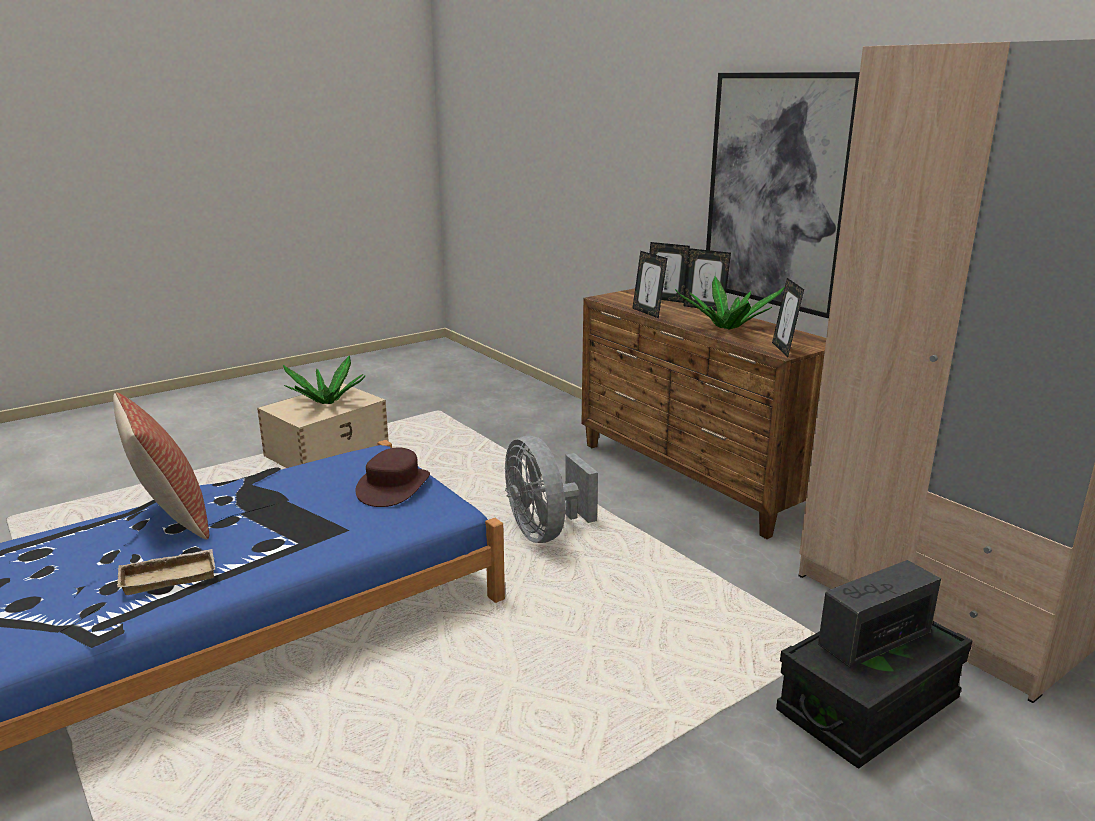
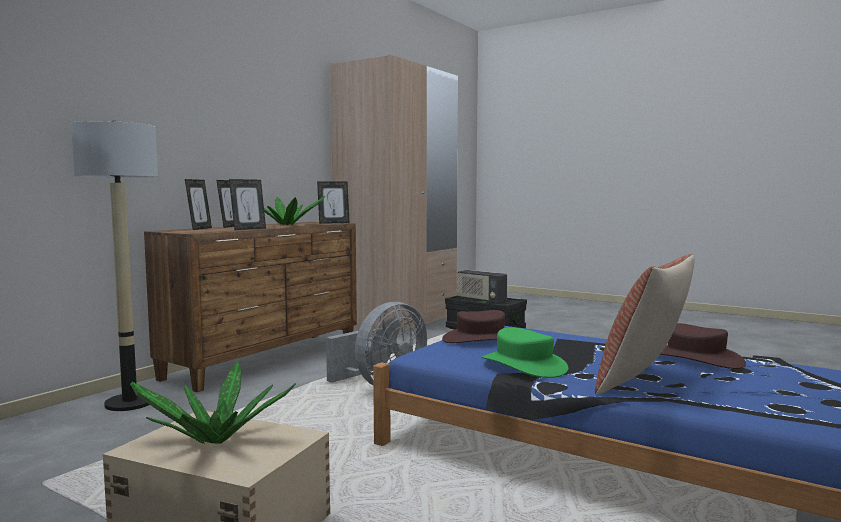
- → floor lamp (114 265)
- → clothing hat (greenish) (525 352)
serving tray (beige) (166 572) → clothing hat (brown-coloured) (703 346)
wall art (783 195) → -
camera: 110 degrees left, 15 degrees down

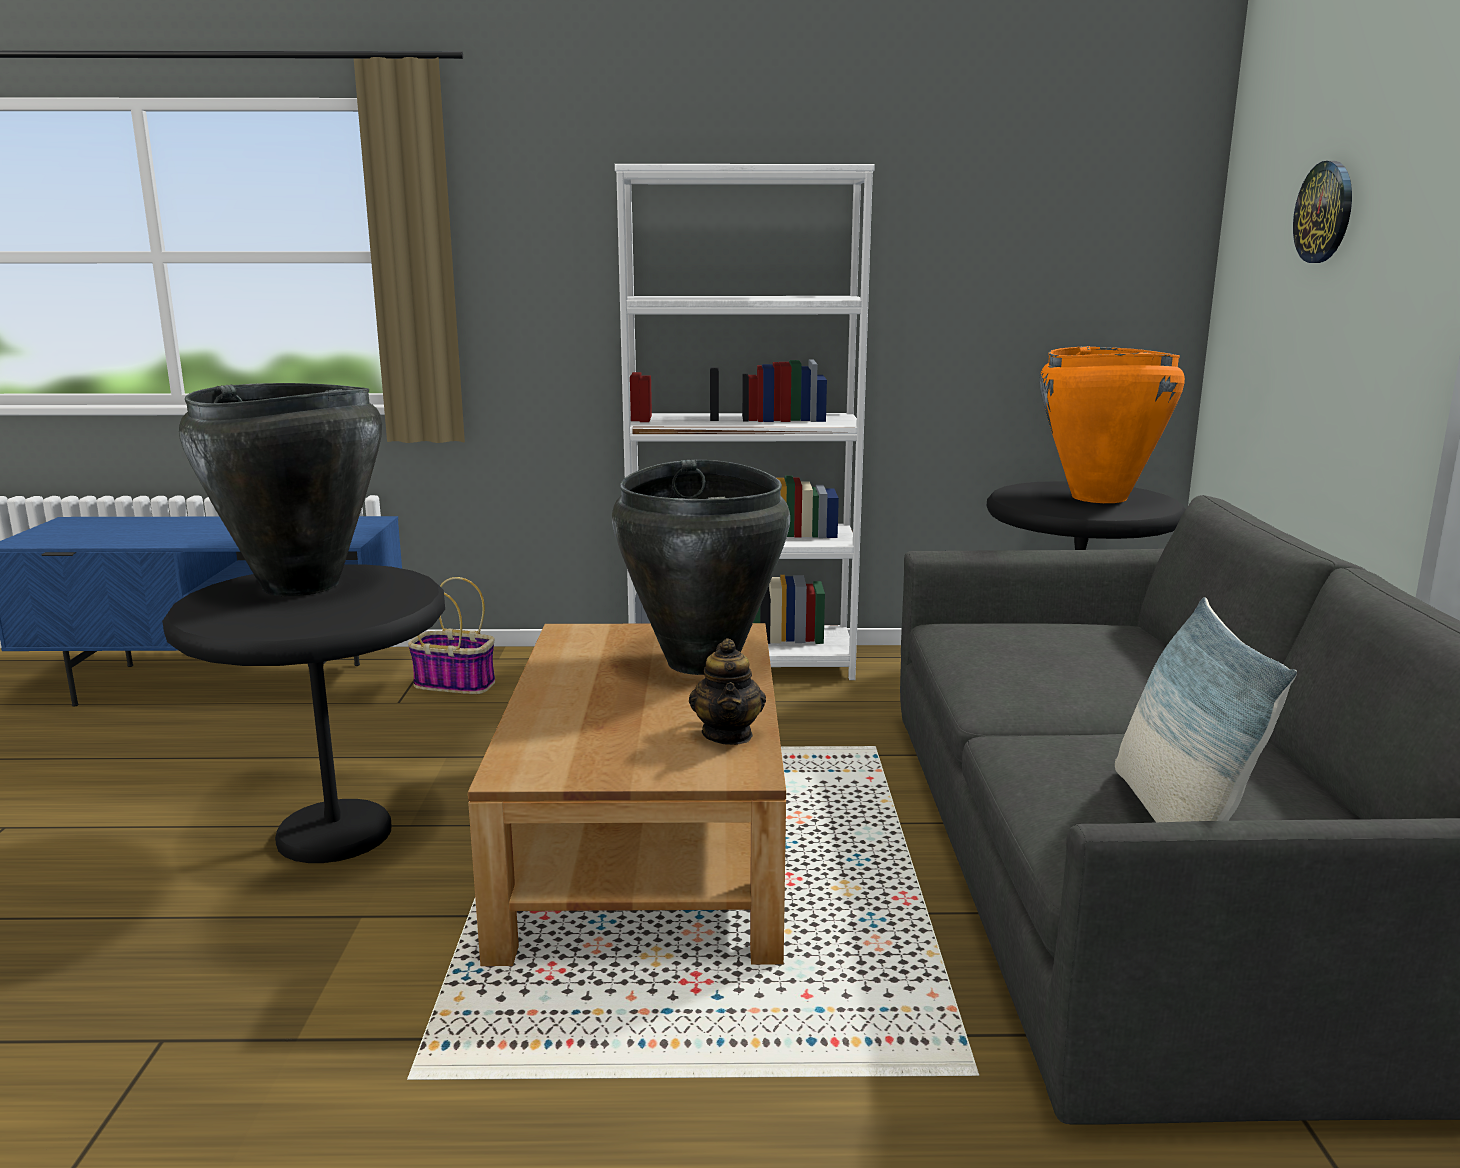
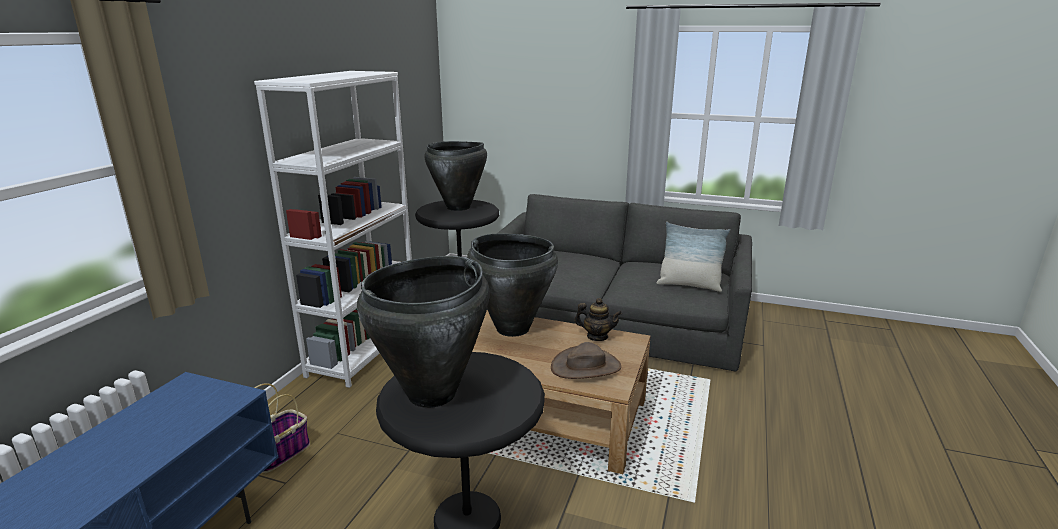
vase (orange-coloured) (1112 424) → vase (black-coloured) (455 176)
- → clothing hat (brown-coloured) (586 360)
clock on the wall (1322 212) → -
camera: 70 degrees left, 5 degrees up

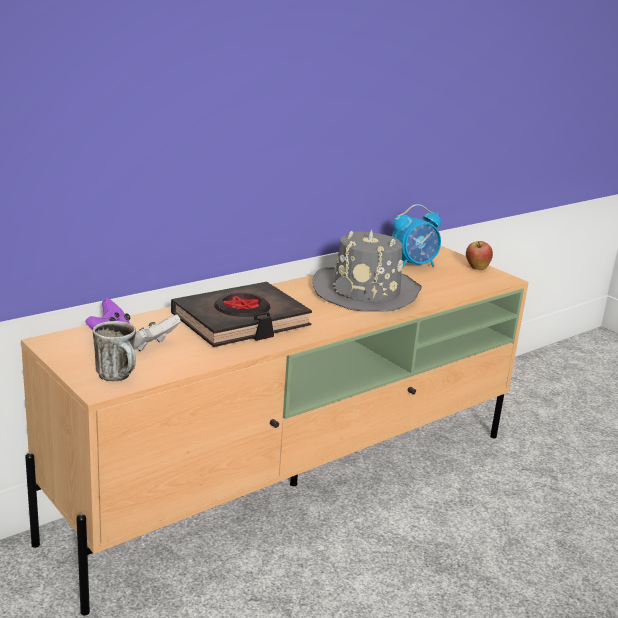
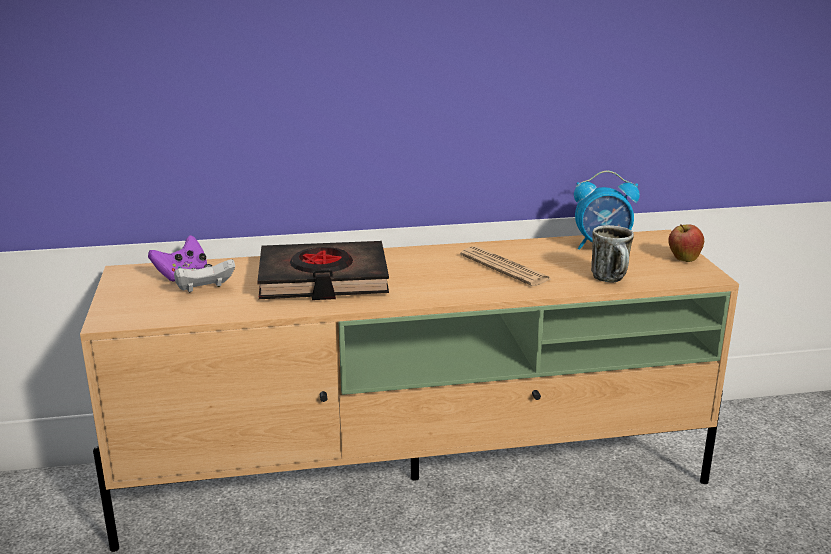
clothing hat (grey) (367 270) → newspaper (505 266)
tea mug (114 351) → tea mug (612 253), moved
camera: 30 degrees right, 0 degrees up

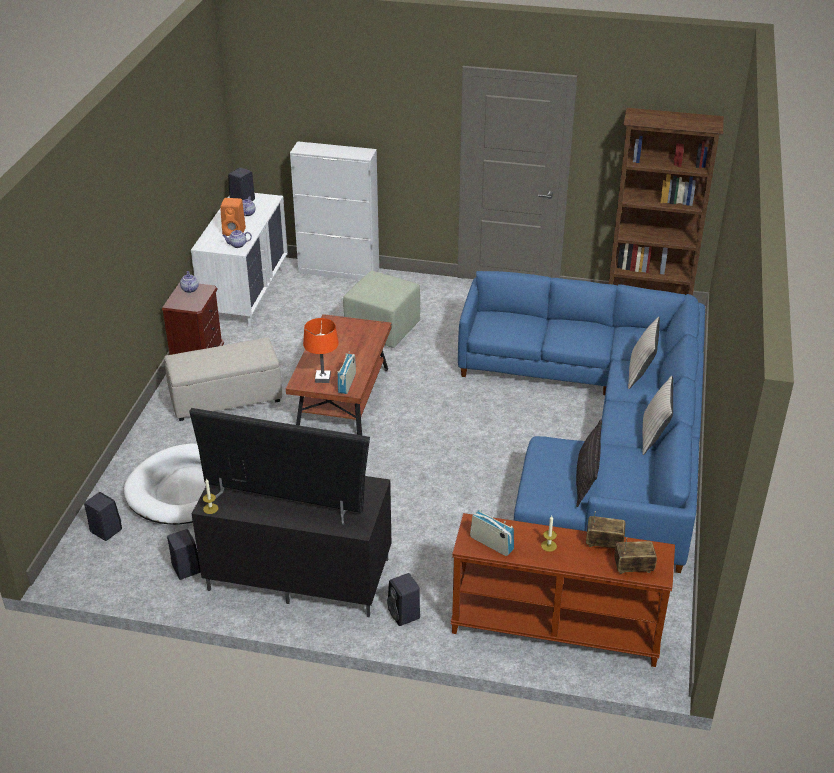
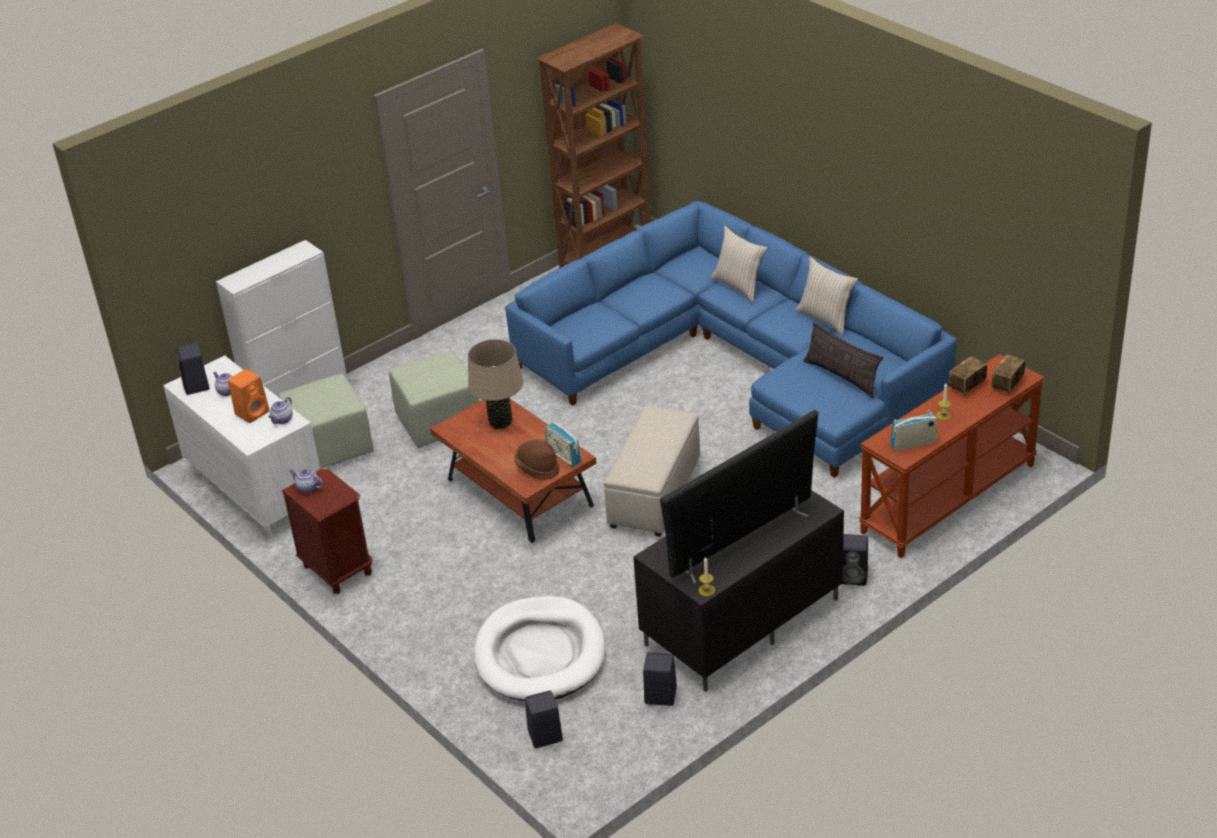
- → footrest (greenish) (326 421)
- → tabletop lamp (beige) (495 384)
tabletop lamp (orange-coloured) (321 350) → clothing hat (brown-coloured) (536 460)
footrest (beige) (223 379) → footrest (beige) (652 471), moved
camera: 50 degrees left, 0 degrees up

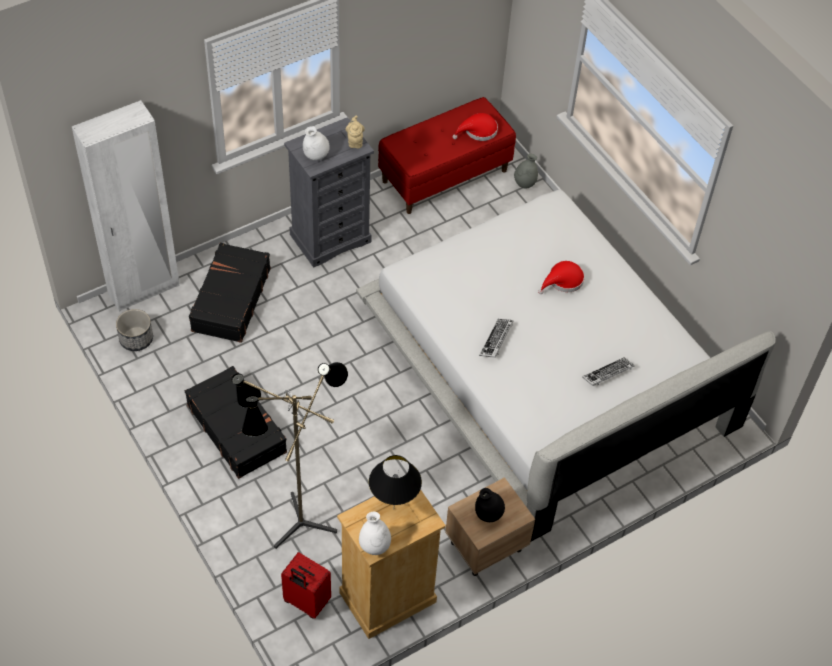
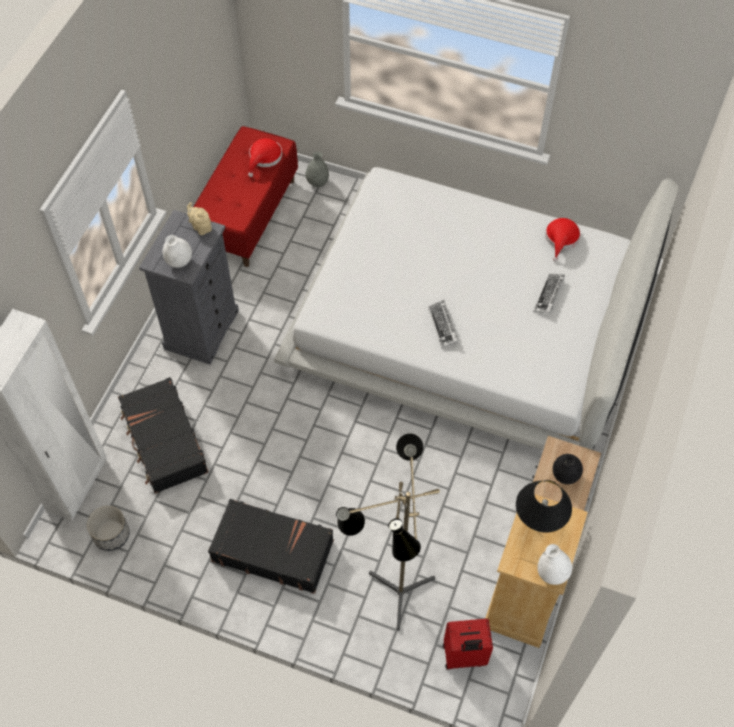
clothing hat (red-coloured) (561 277) → clothing hat (red-coloured) (563 240), moved
camera: 35 degrees left, 5 degrees up

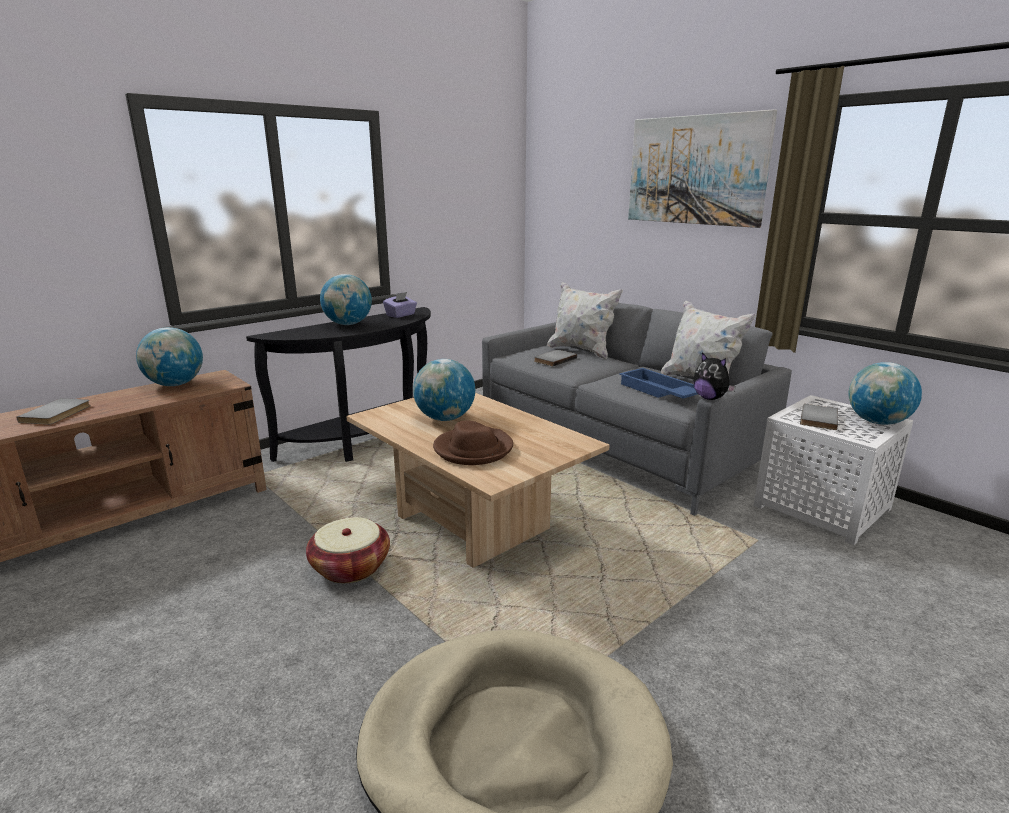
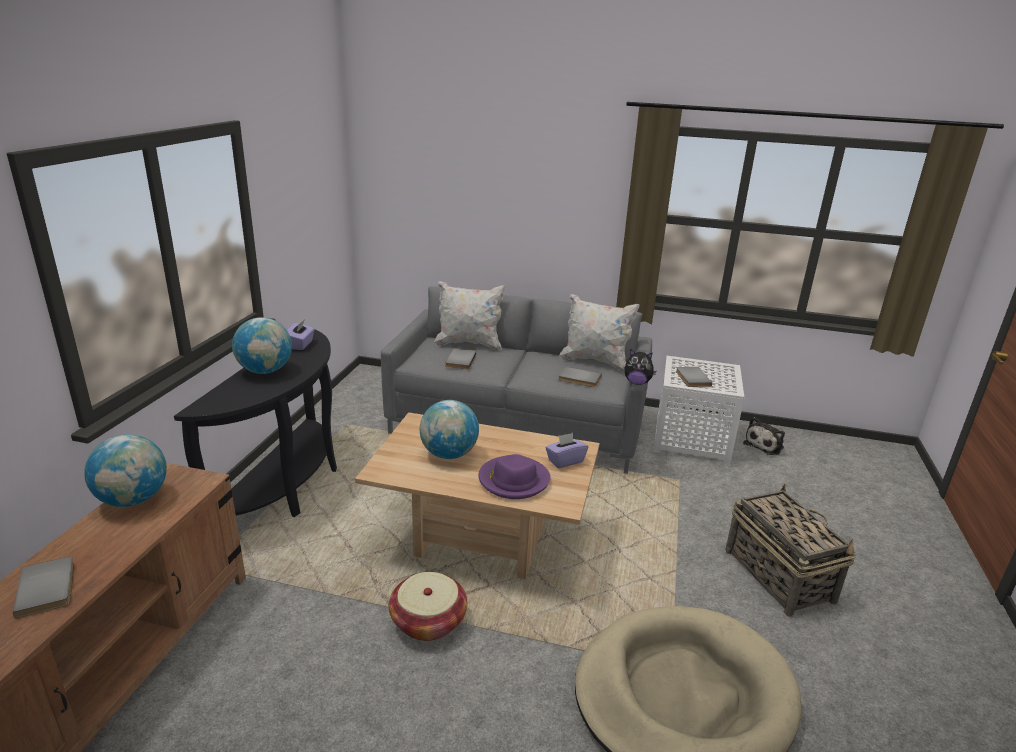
clothing hat (brown-coloured) (473 442) → clothing hat (purplish) (514 476)
- → box of tissues (purplish) (566 450)
serving tray (bluish) (658 383) → bound book (grey) (580 377)
- → household basket (791 550)
- → soft toy (764 436)
wall art (702 169) → -
desk globe (885 393) → -
camera: 35 degrees left, 5 degrees up

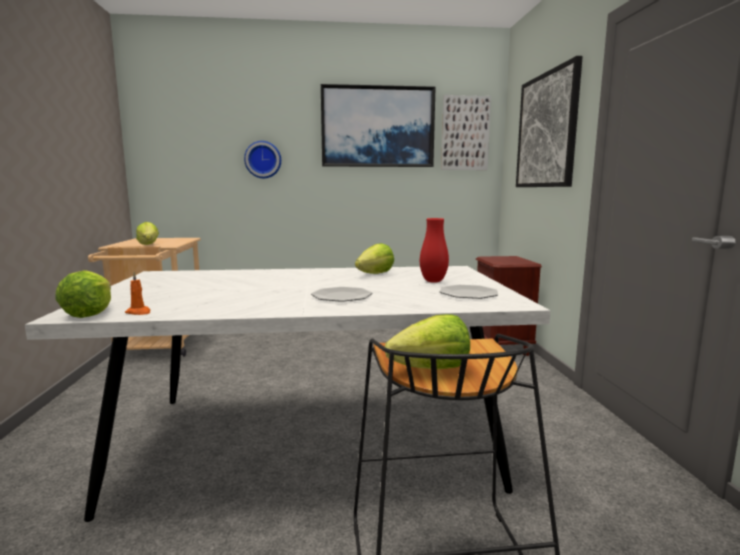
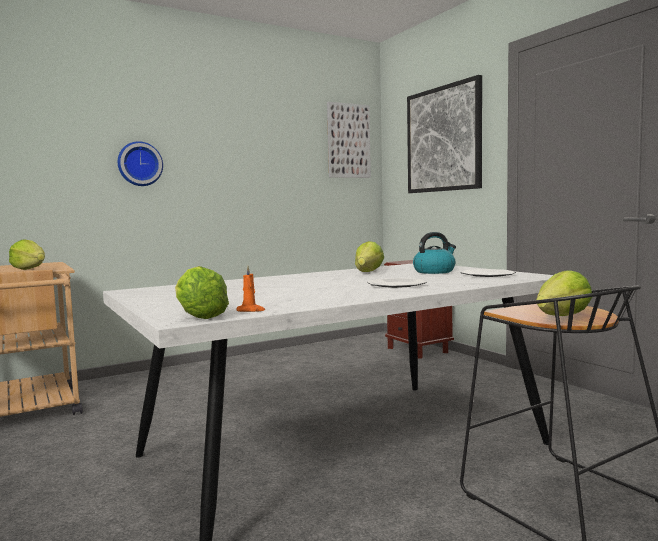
vase (red-coloured) (434 250) → tea kettle (434 253)
wall art (378 125) → -
camera: 25 degrees left, 5 degrees down

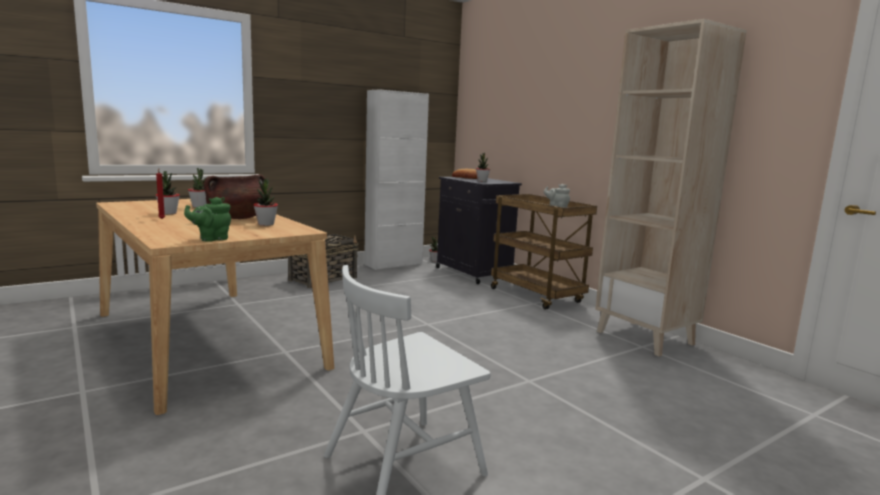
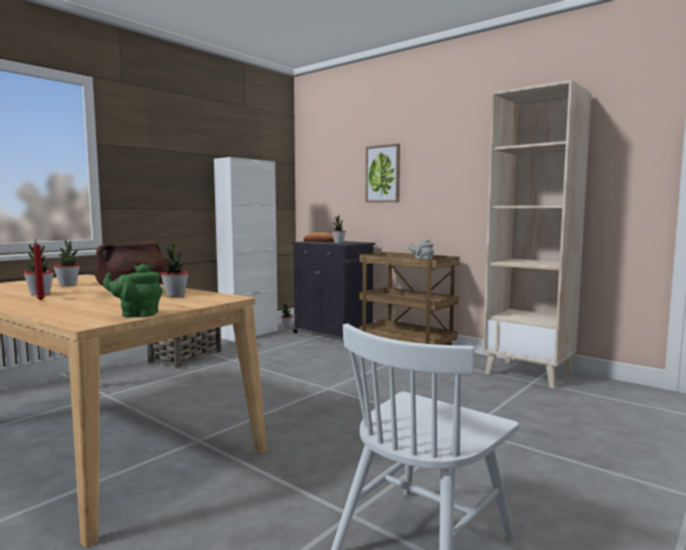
teapot (greenish) (207 219) → teapot (greenish) (132 290), 45 degrees clockwise
- → wall art (383 173)
camera: 15 degrees left, 5 degrees down

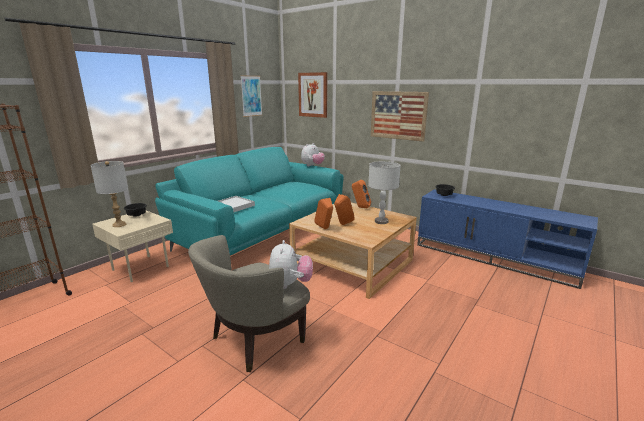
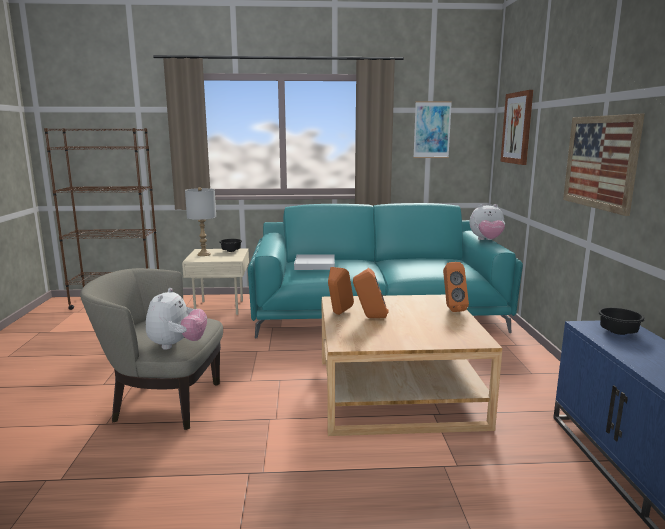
soft toy (291 264) → soft toy (176 319), 45 degrees counterclockwise
tabletop lamp (grey) (384 192) → -
camera: 50 degrees right, 5 degrees down

